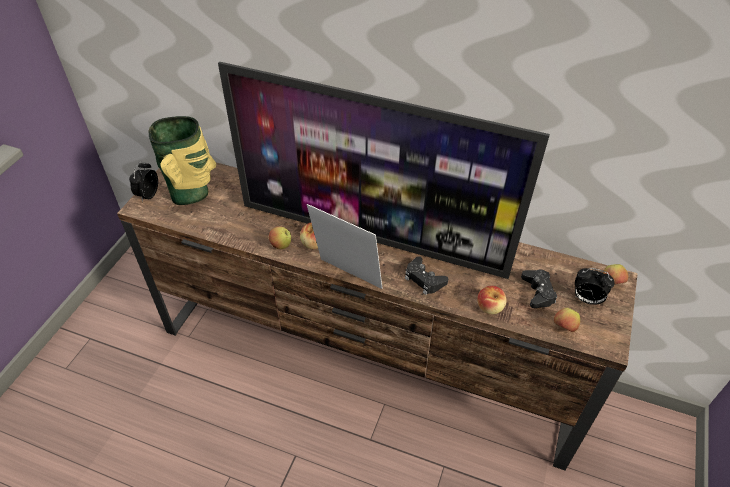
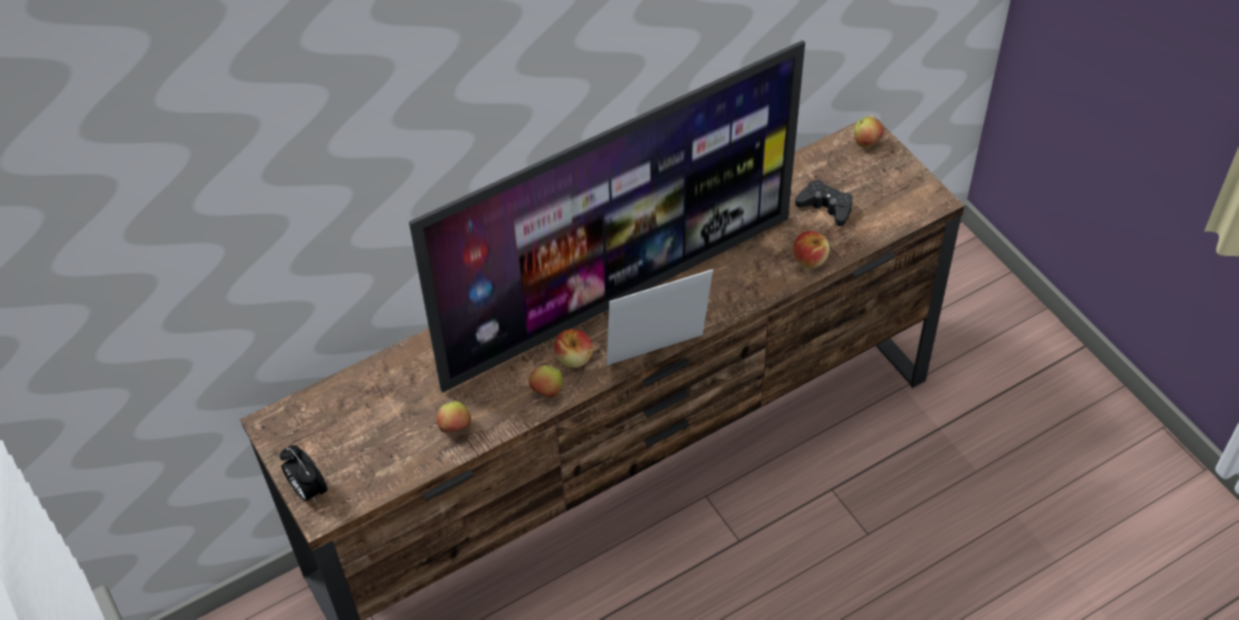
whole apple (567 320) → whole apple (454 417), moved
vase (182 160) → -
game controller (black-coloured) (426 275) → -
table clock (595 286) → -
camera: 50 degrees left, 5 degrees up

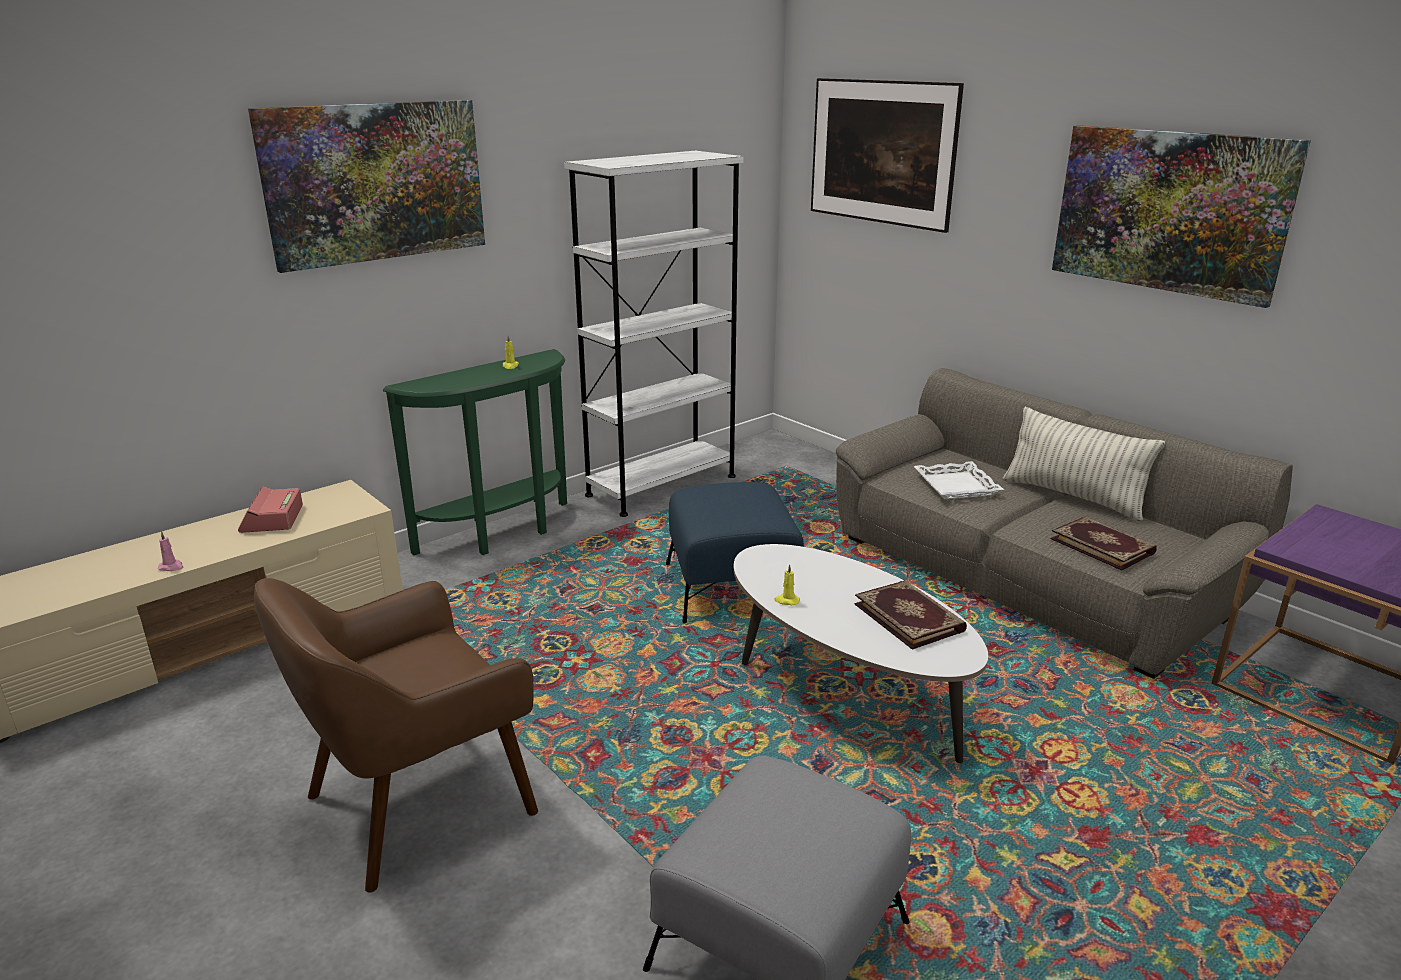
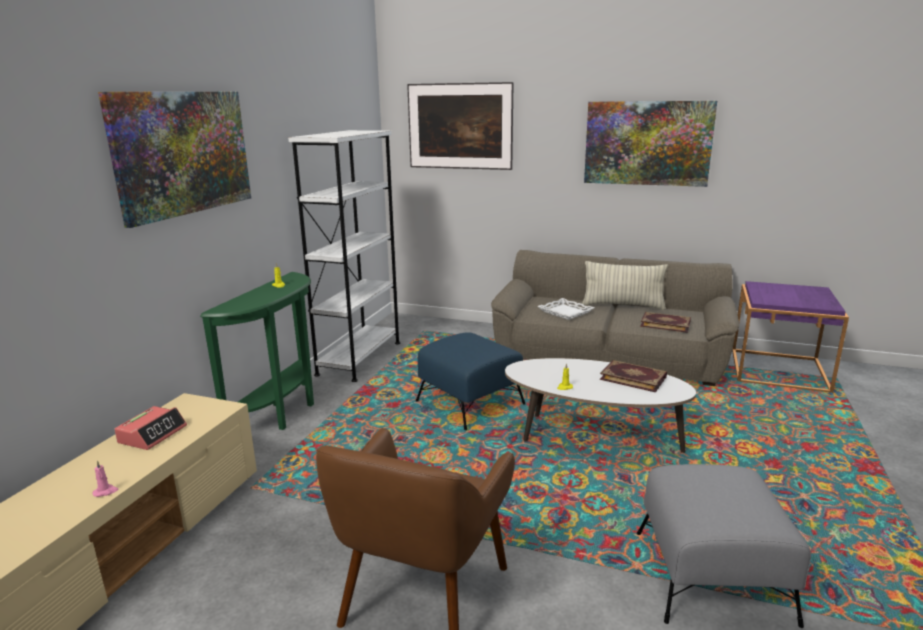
table clock (270 509) → table clock (150 428), 120 degrees counterclockwise
camera: 30 degrees left, 5 degrees down

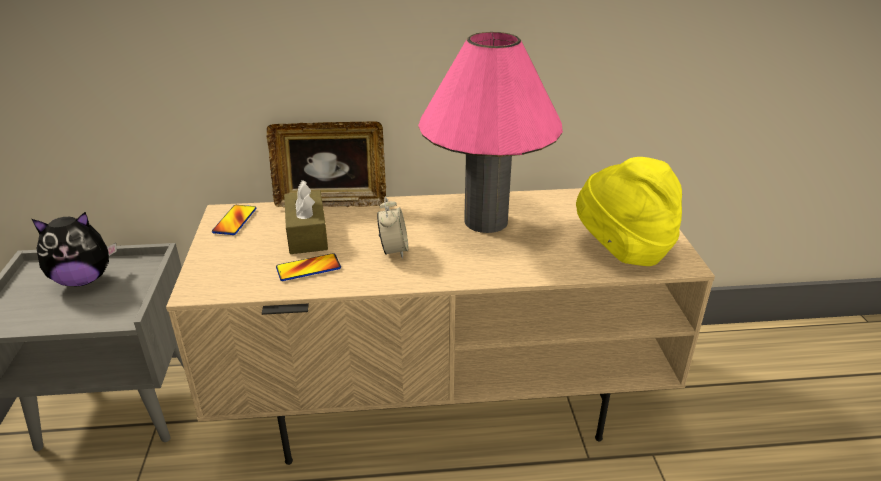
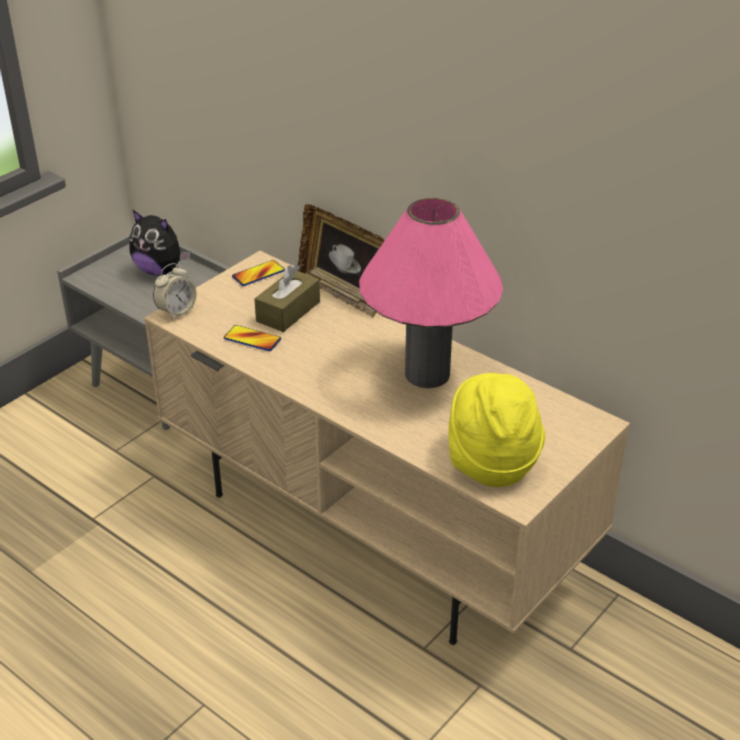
table clock (392 227) → table clock (175 291), moved
camera: 45 degrees right, 5 degrees up

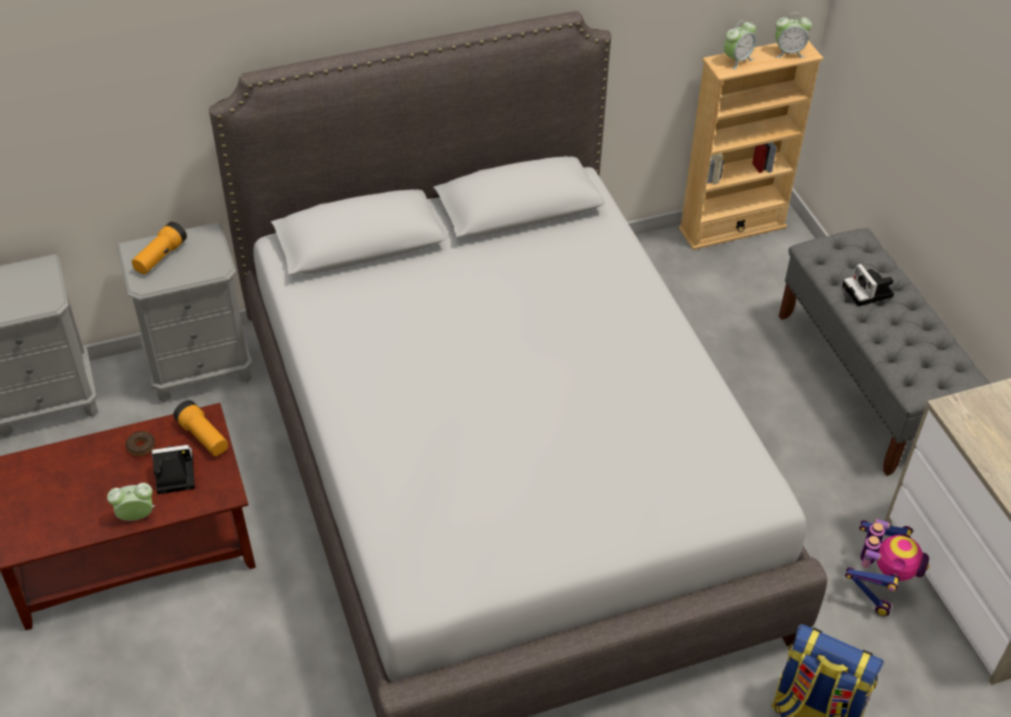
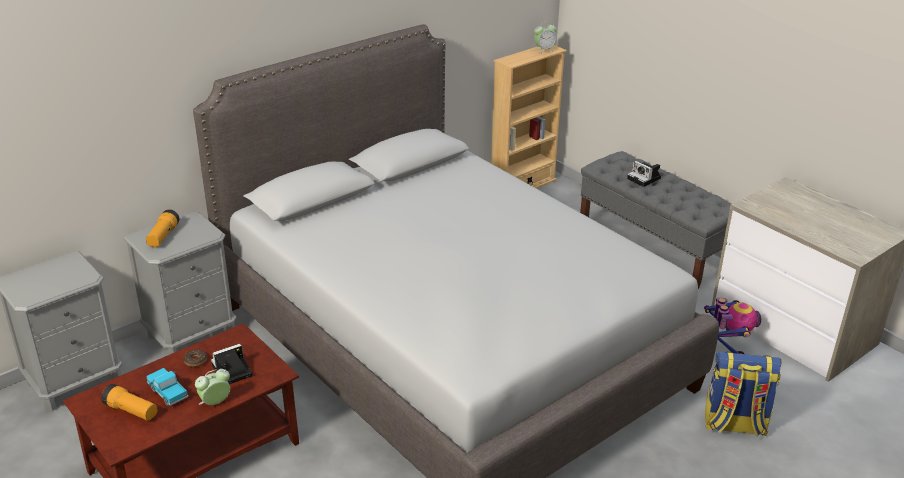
flashlight (200 428) → flashlight (129 402), moved
- → toy lorry (167 387)
table clock (740 45) → -
camera: 20 degrees left, 15 degrees down

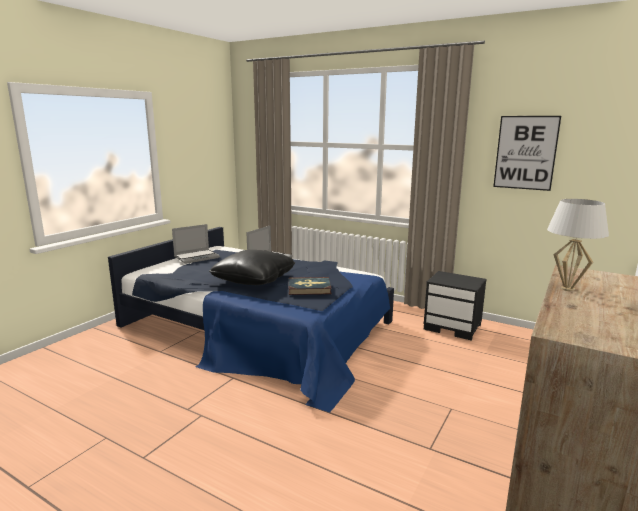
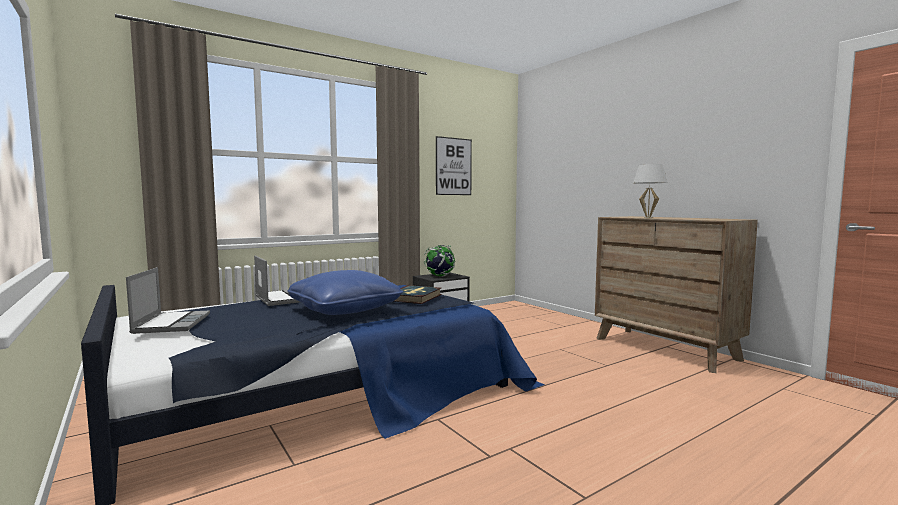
pillow (black-coloured) (252 267) → pillow (bluish) (345 292)
- → desk globe (439 261)
camera: 65 degrees left, 10 degrees down

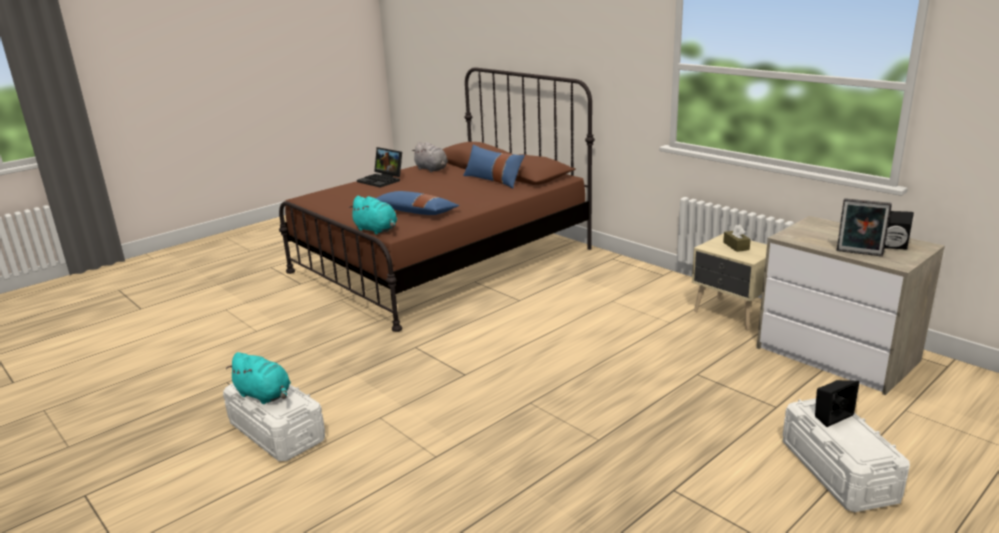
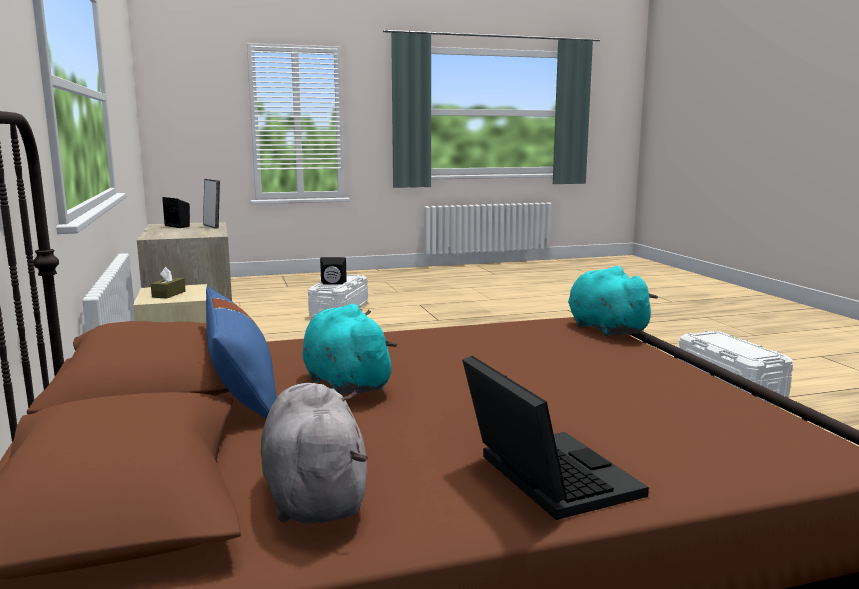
soft toy (blue-green) (258 378) → soft toy (blue-green) (350 349), moved
pillow (bluish) (417 203) → -
camera: 155 degrees left, 10 degrees down

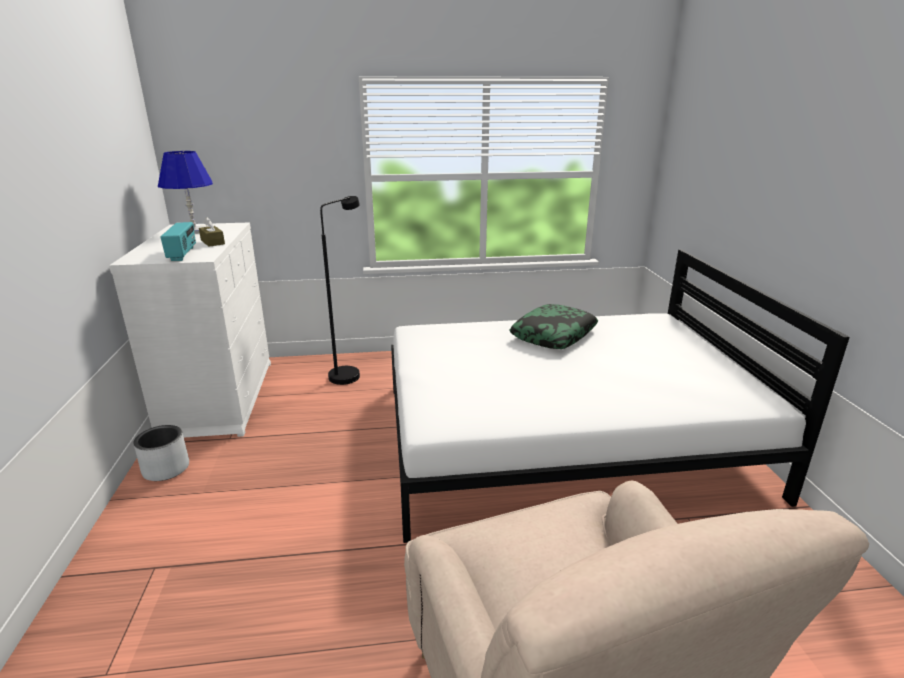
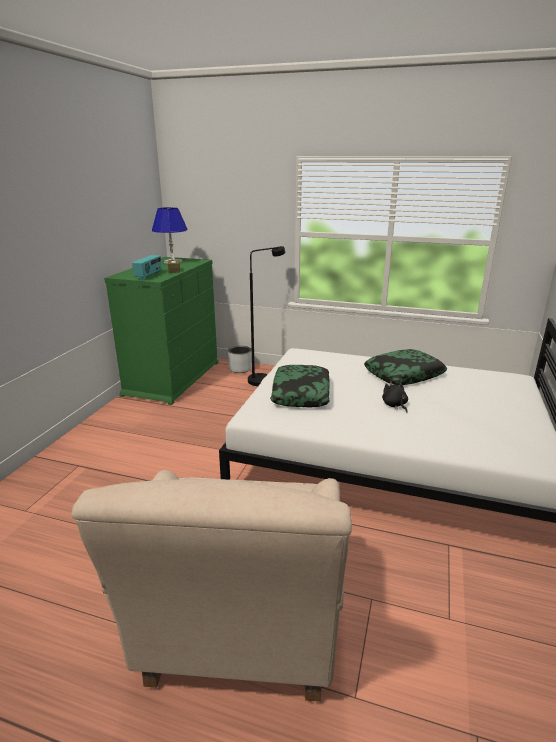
dresser (whitish) (190 330) → dresser (greenish) (161 331)
plant pot (grey) (161 453) → plant pot (grey) (240 359), moved
- → pillow (300 386)
- → soft toy (black-coloured) (395 397)
camera: 25 degrees right, 0 degrees up

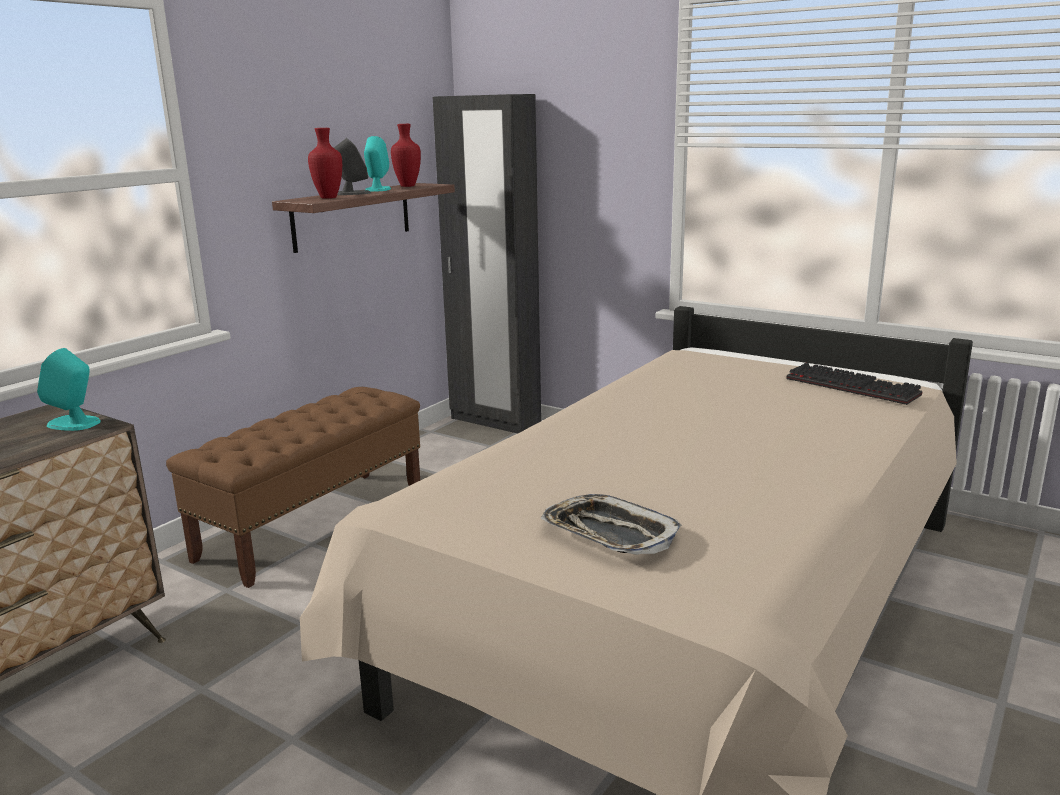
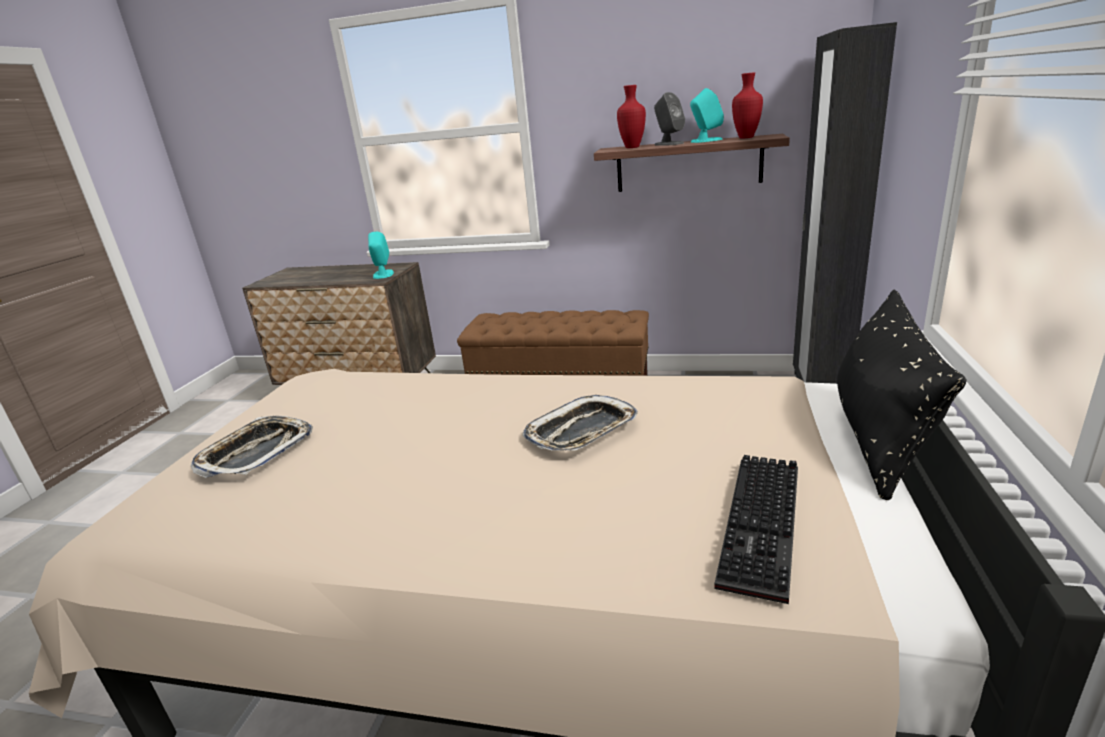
- → serving tray (580 423)
- → pillow (black-coloured) (902 395)
camera: 70 degrees right, 5 degrees up

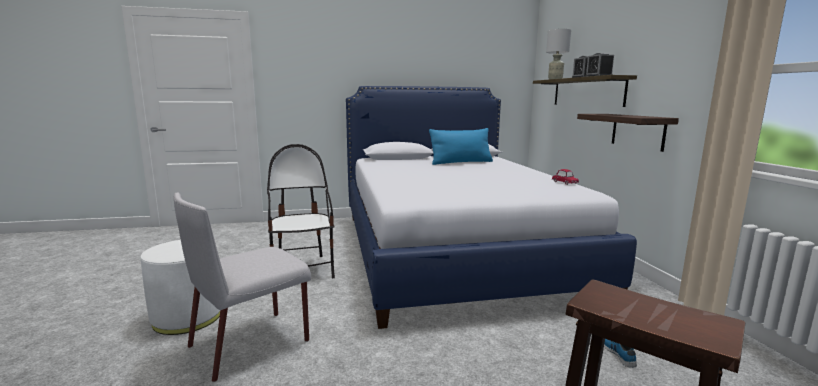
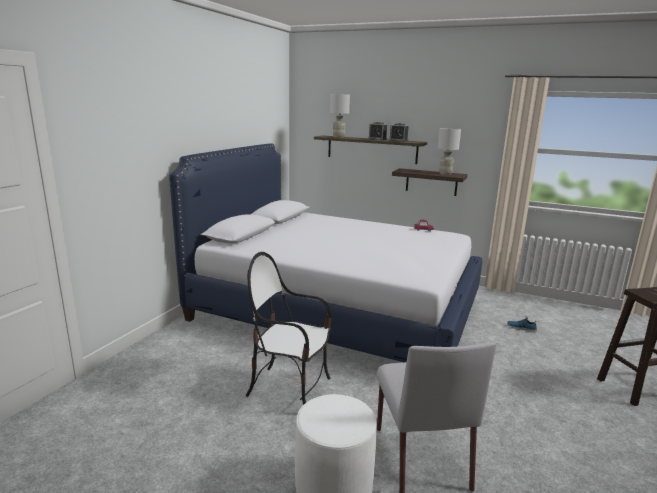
- → tabletop lamp (grey) (449 151)
pillow (bluish) (461 146) → -
camera: 55 degrees left, 5 degrees up

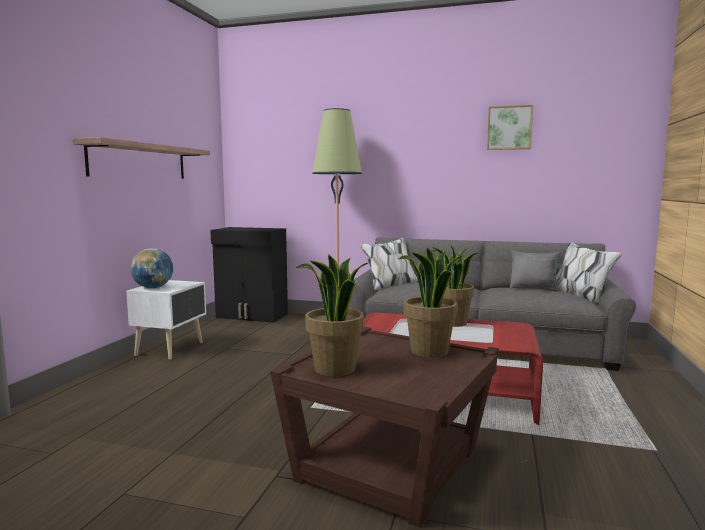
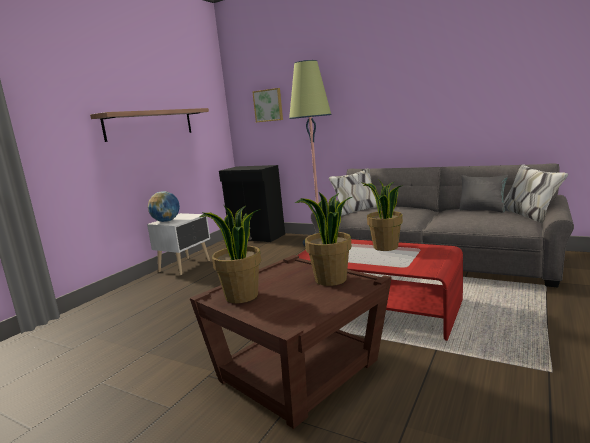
wall art (510 127) → wall art (267 105), moved
camera: 15 degrees right, 5 degrees up

